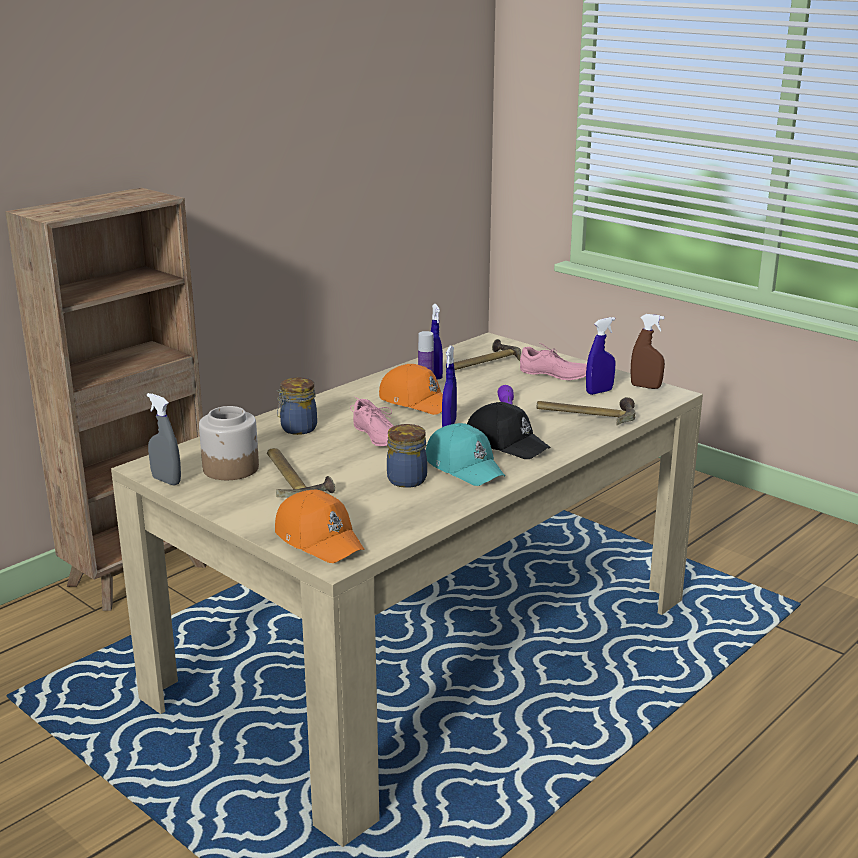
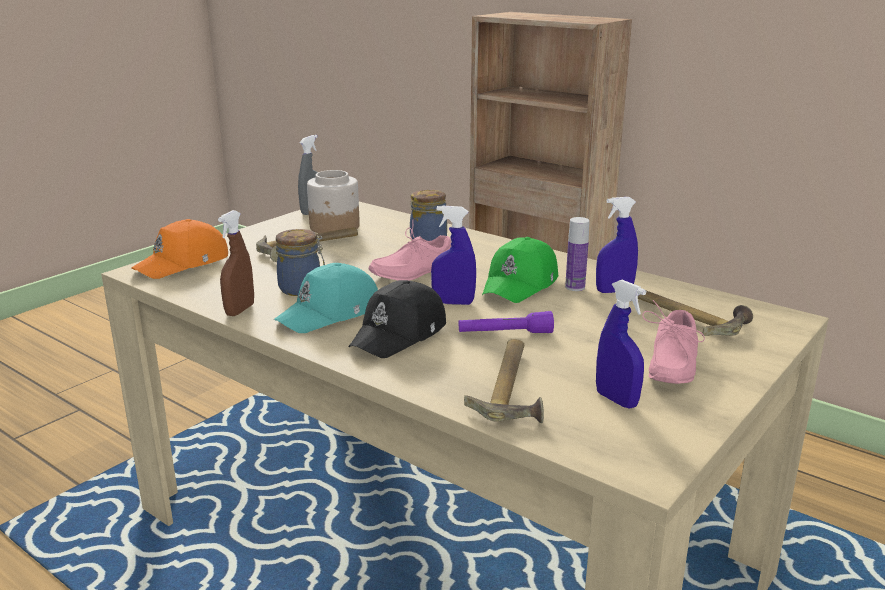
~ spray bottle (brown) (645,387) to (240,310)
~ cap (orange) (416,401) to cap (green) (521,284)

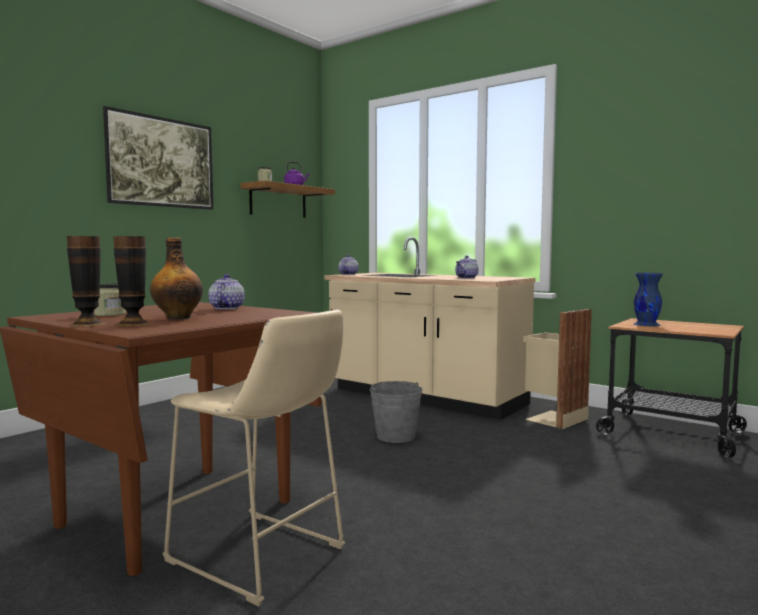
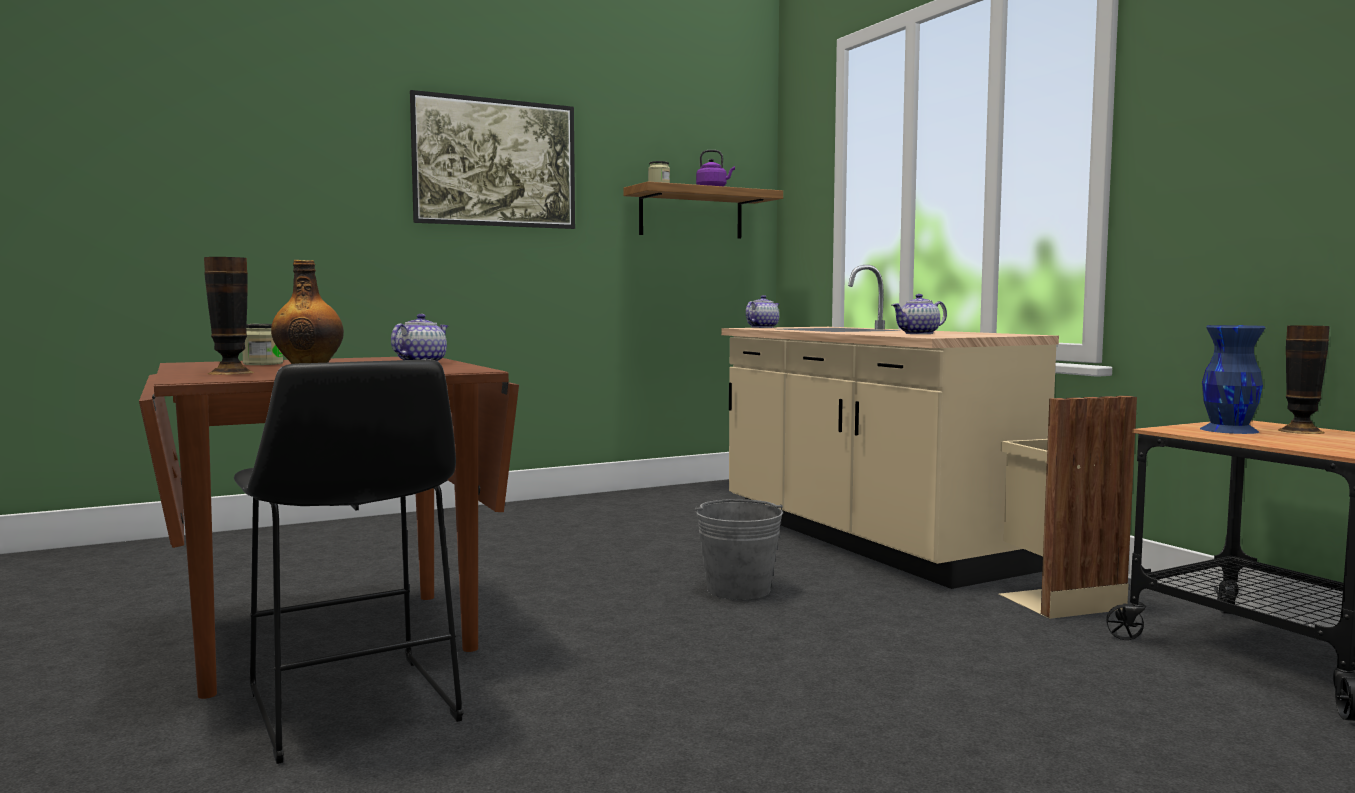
~ vase (87,324) to (1301,431)
~ stool (beige) (261,558) to stool (black) (353,710)

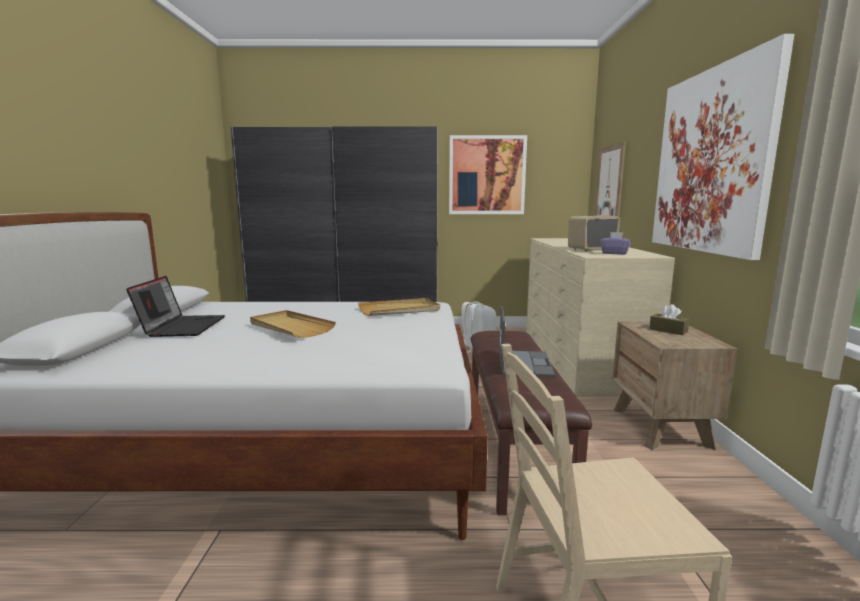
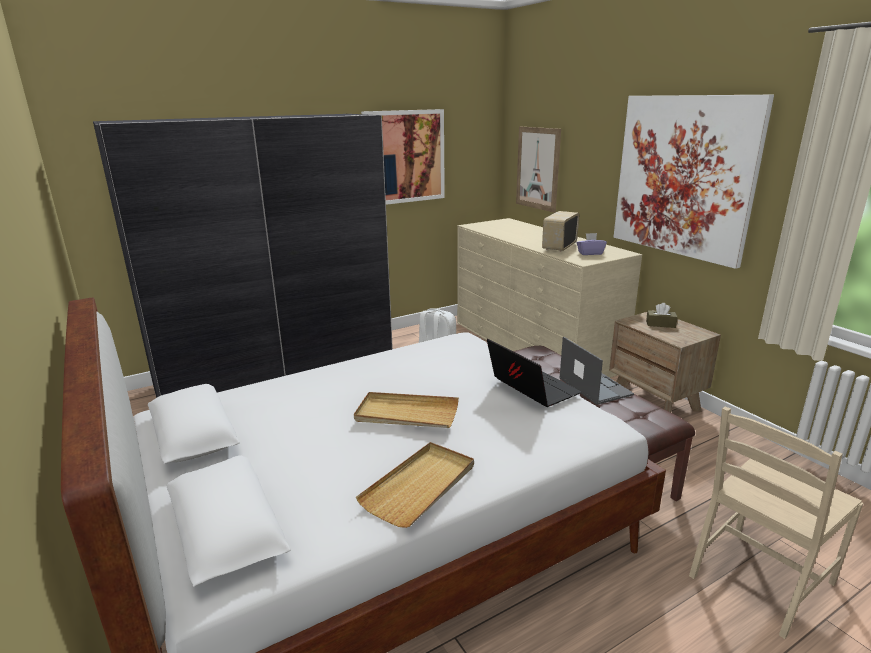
~ laptop (182,326) to (530,388)
~ tray (beige) (399,310) to (420,486)

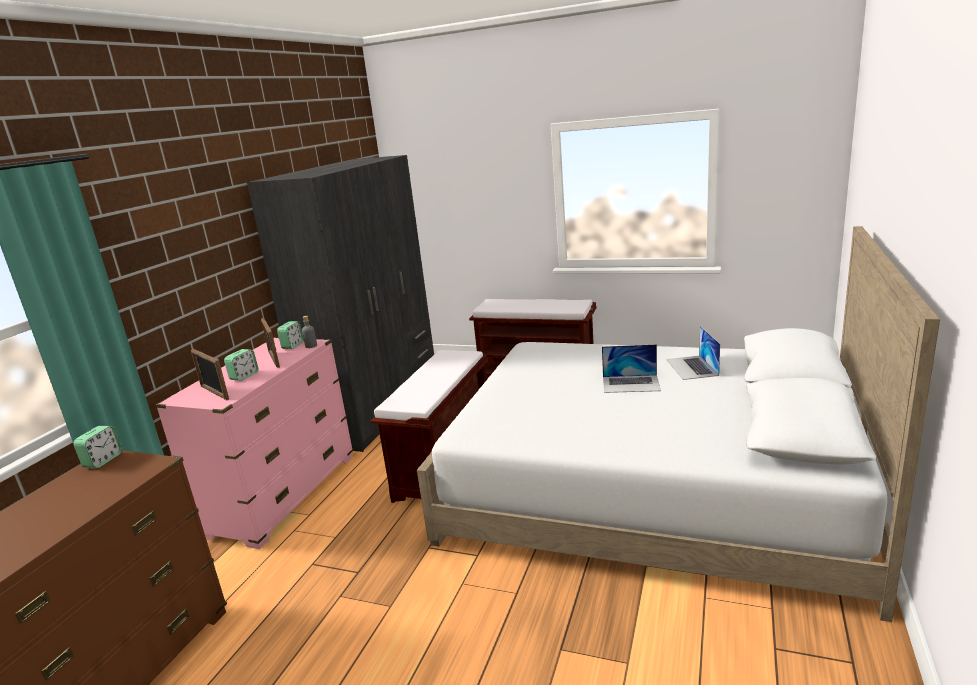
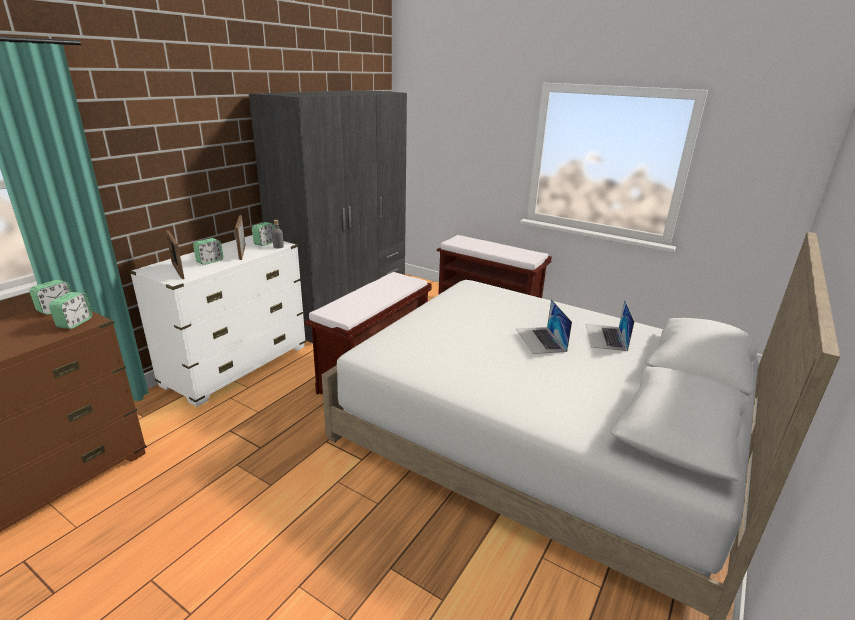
+ alarm clock (75,323)
~ dresser (pink) (283,495) to dresser (white) (237,365)
~ laptop (631,383) = (540,340) 60 degrees clockwise

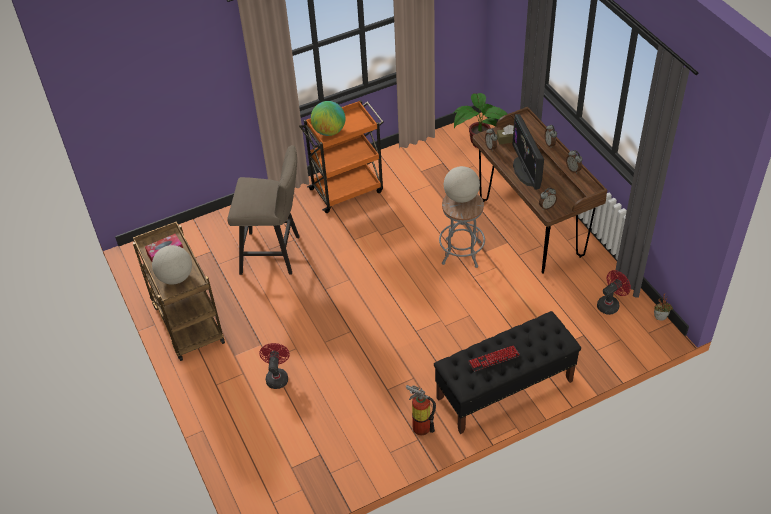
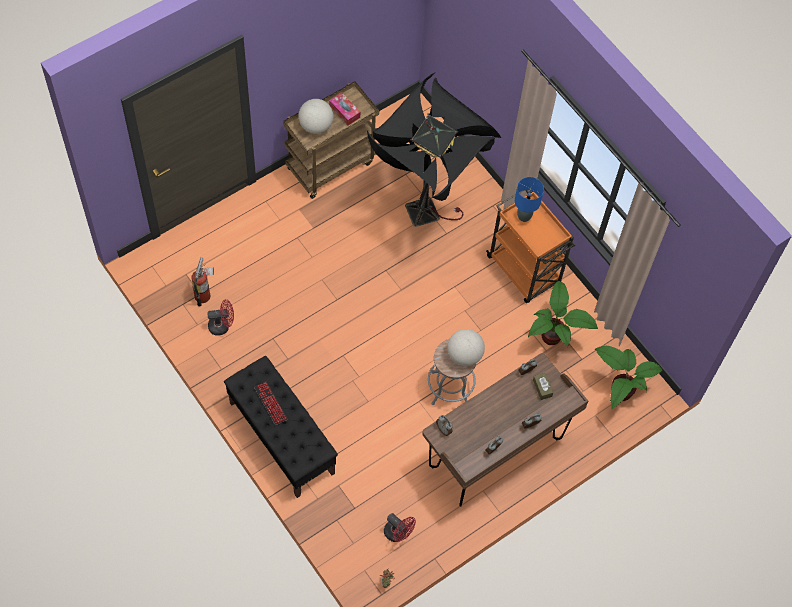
- monitor (526,171)
+ potted plant (554,338)
~ fan (red) (277,376) to (222,325)
~ fire extinguisher (420,425) to (204,294)
~ stool (beige) (275,254) to floor lamp (black) (424,220)
~ globe (329,131) to table lamp (blue) (524,216)

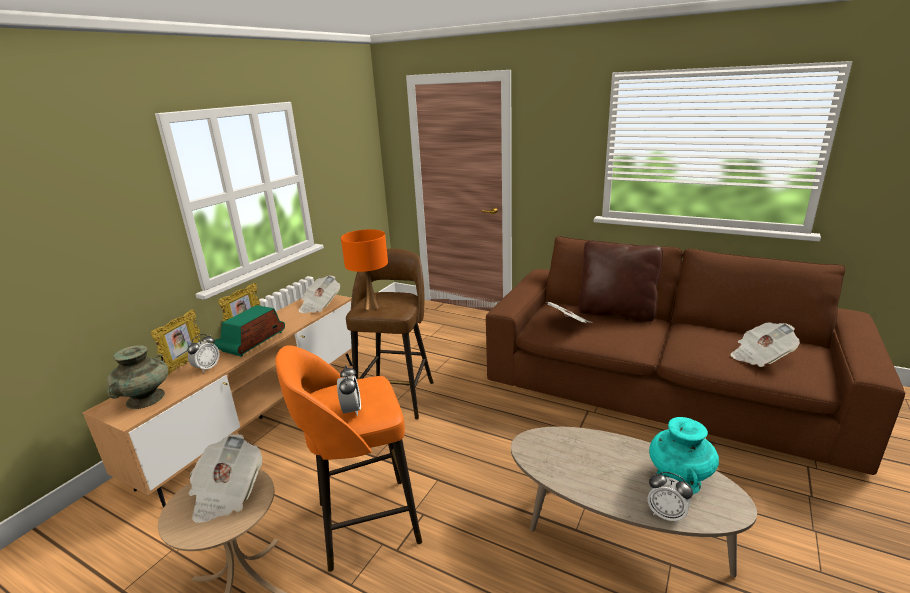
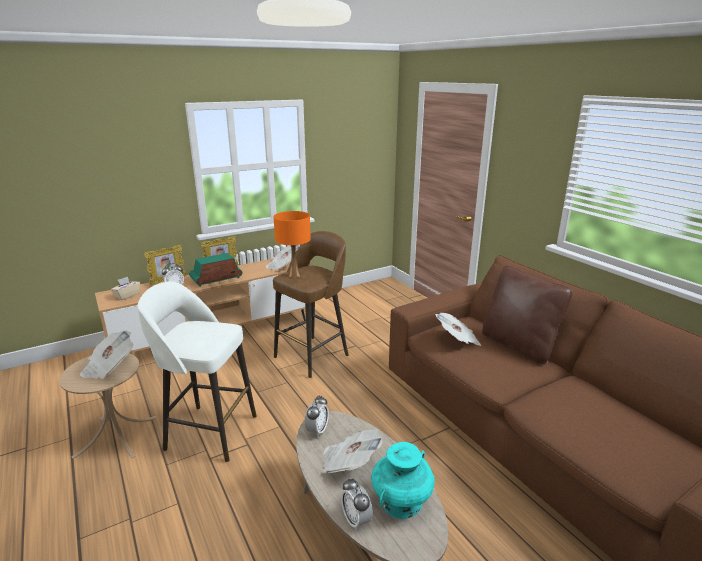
~ alarm clock (351,410) to (317,430)
~ newspaper (760,357) to (349,463)
~ vase (turquoise) (145,399) to tissue box (beige) (127,295)
~ stool (orange) (364,523) to stool (white) (208,431)

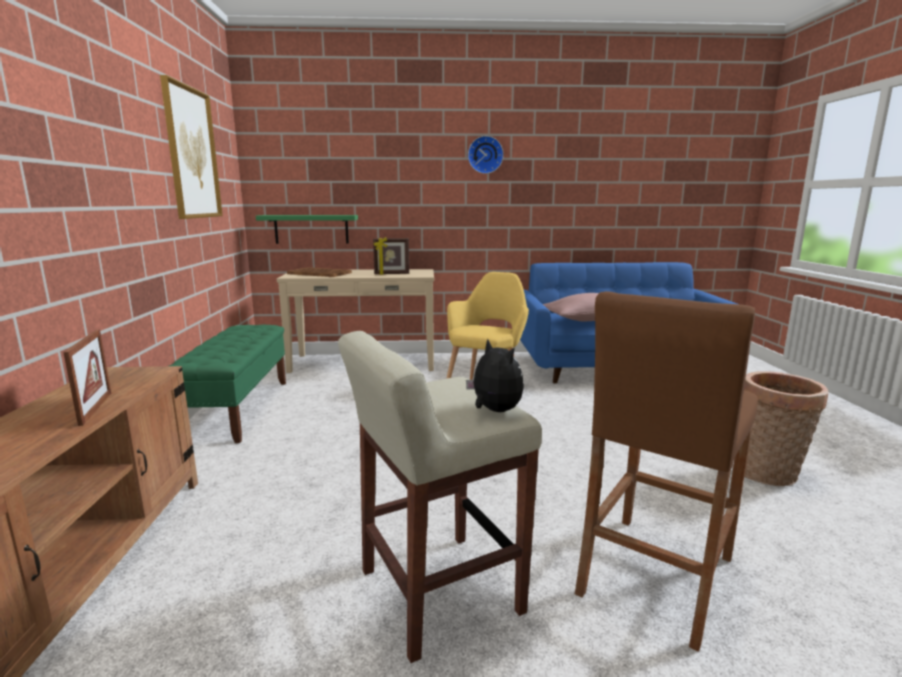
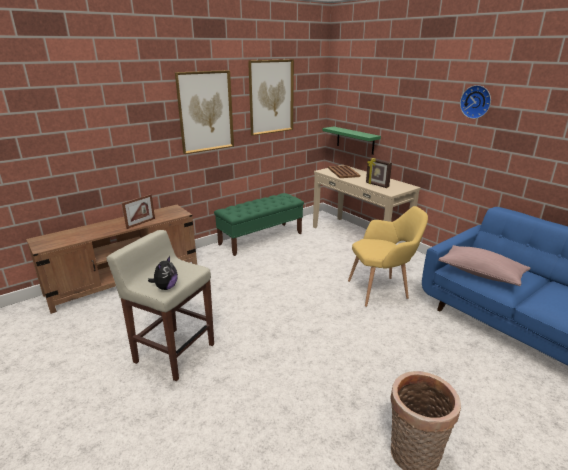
- stool (brown) (655,575)
+ picture (205,111)

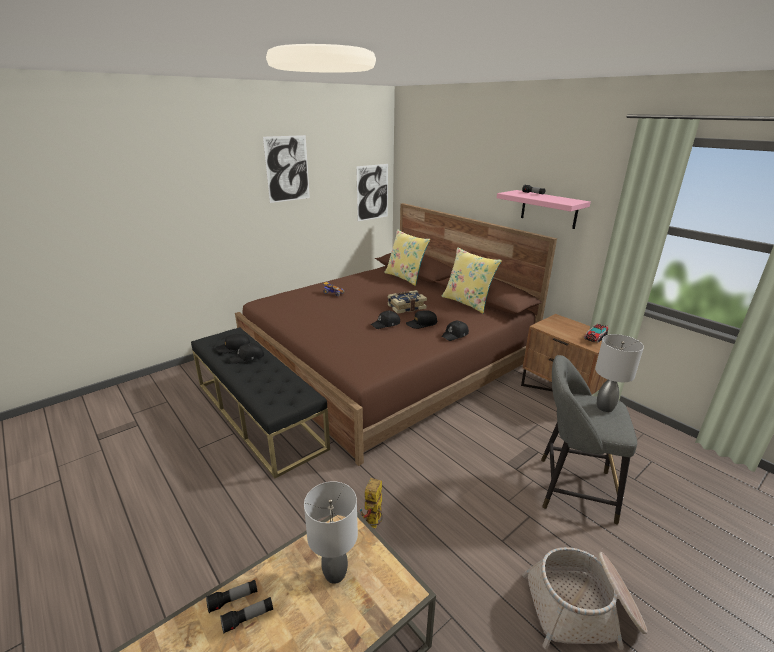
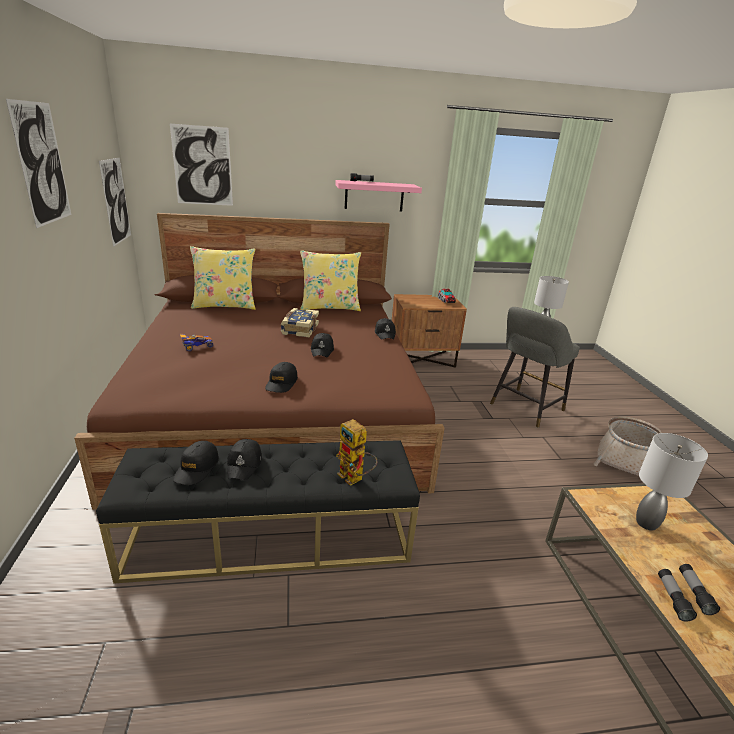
+ picture (202,166)
~ toy robot (373,524) to (355,478)
~ cap (black) (421,324) to (281,383)

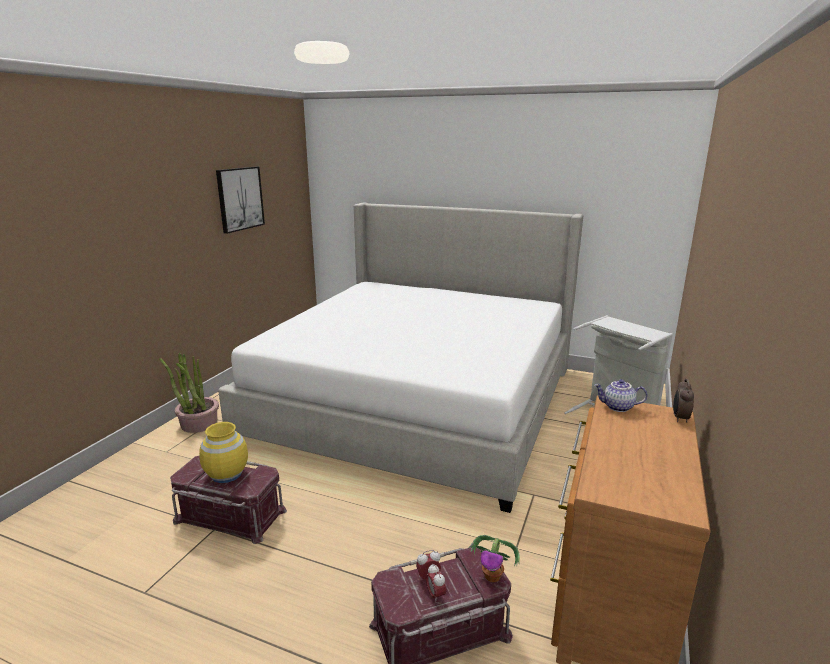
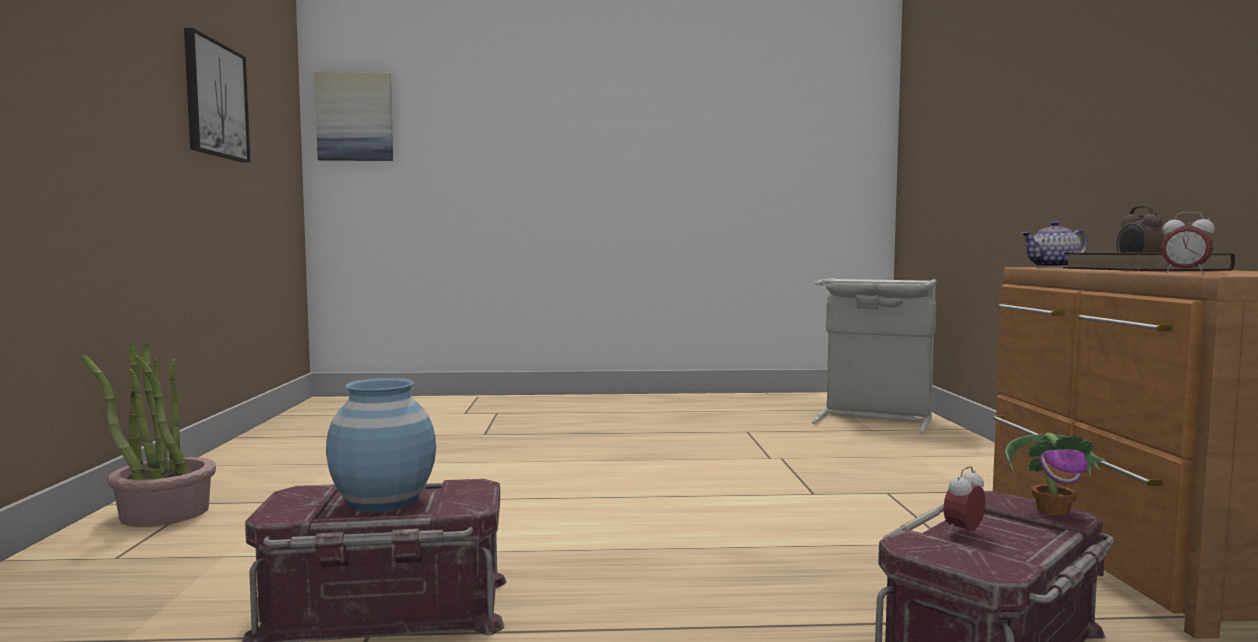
- bed (418,401)
+ picture (355,117)
+ book (1142,269)
~ alarm clock (435,595) to (1185,273)
~ vase (yellow) (226,474) to vase (blue) (383,501)

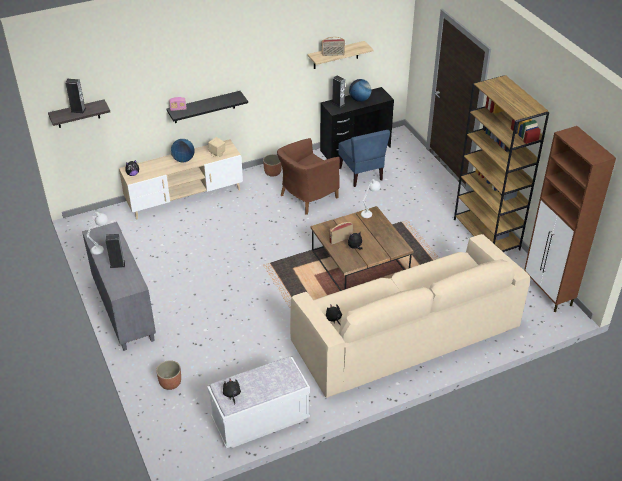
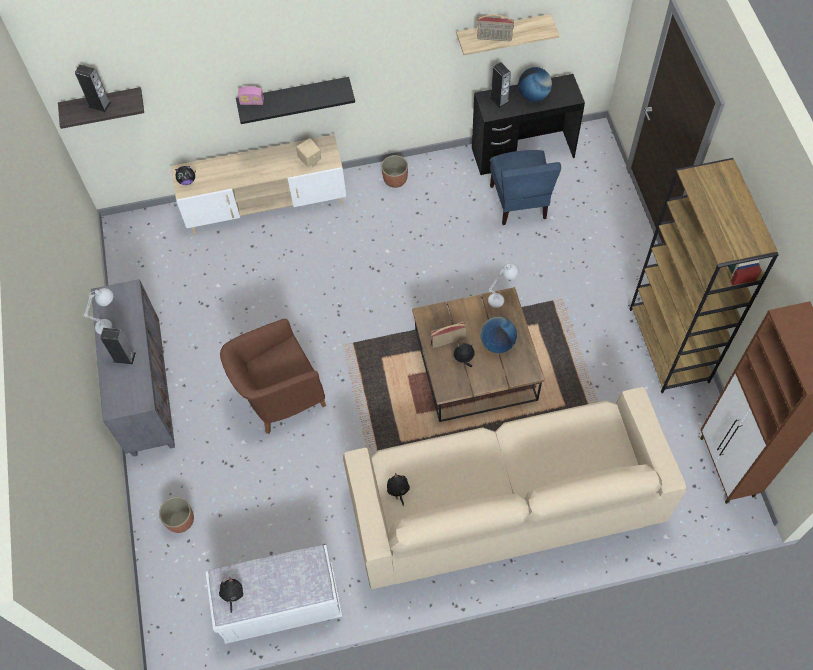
~ globe (183,160) to (497,343)
~ armchair (brown) (307,197) to (279,396)

